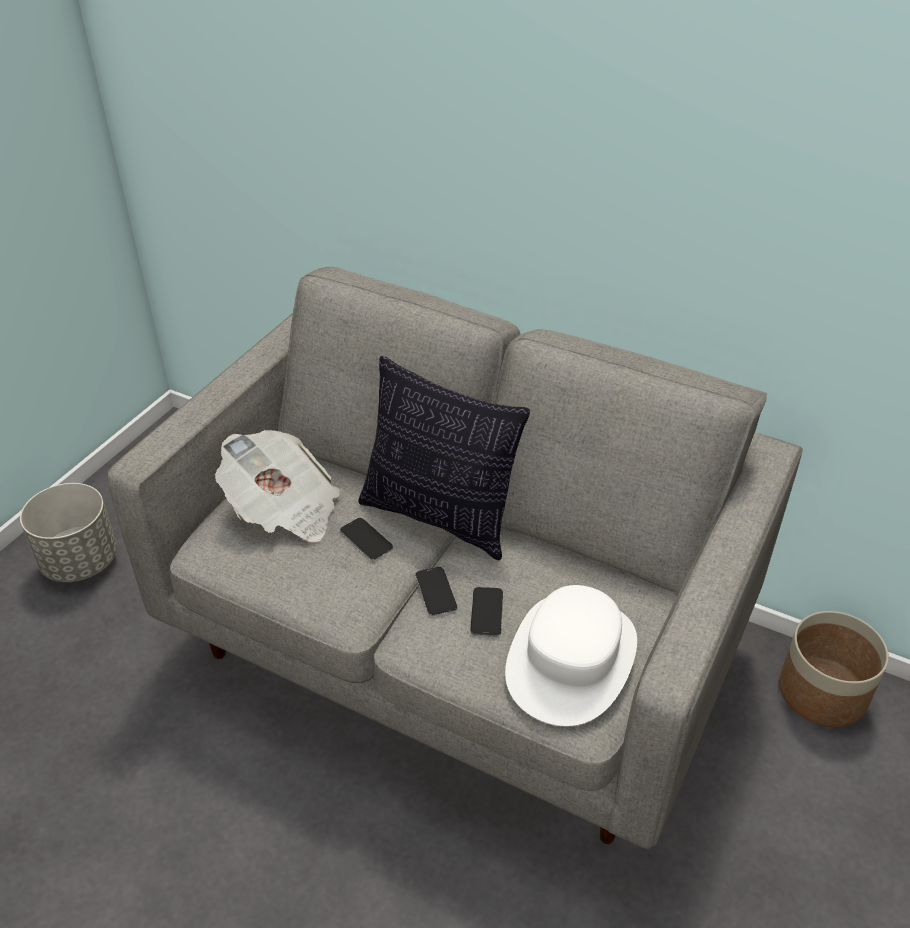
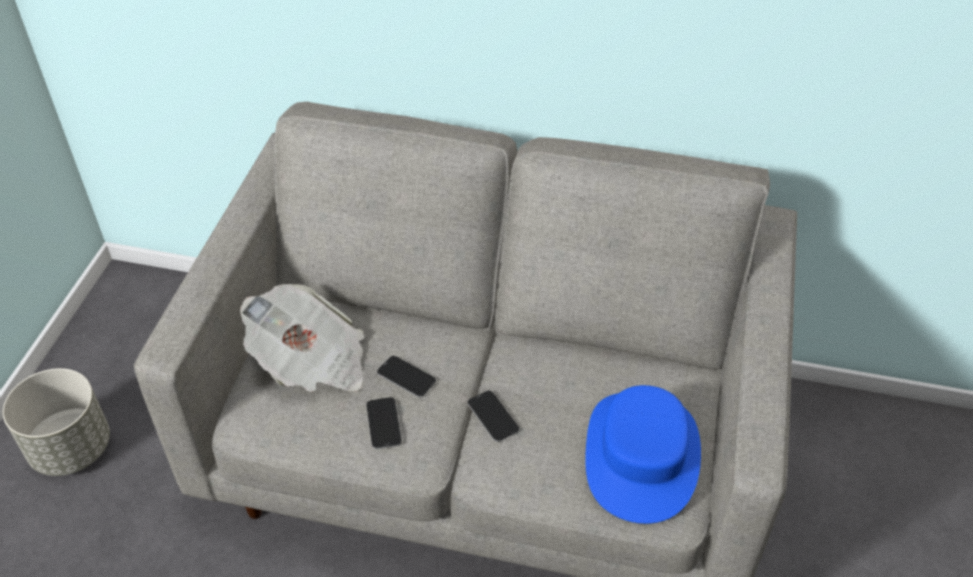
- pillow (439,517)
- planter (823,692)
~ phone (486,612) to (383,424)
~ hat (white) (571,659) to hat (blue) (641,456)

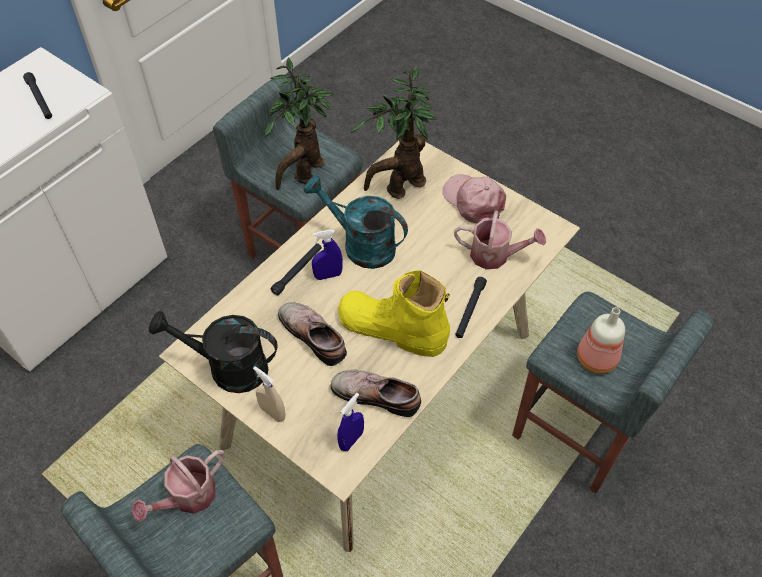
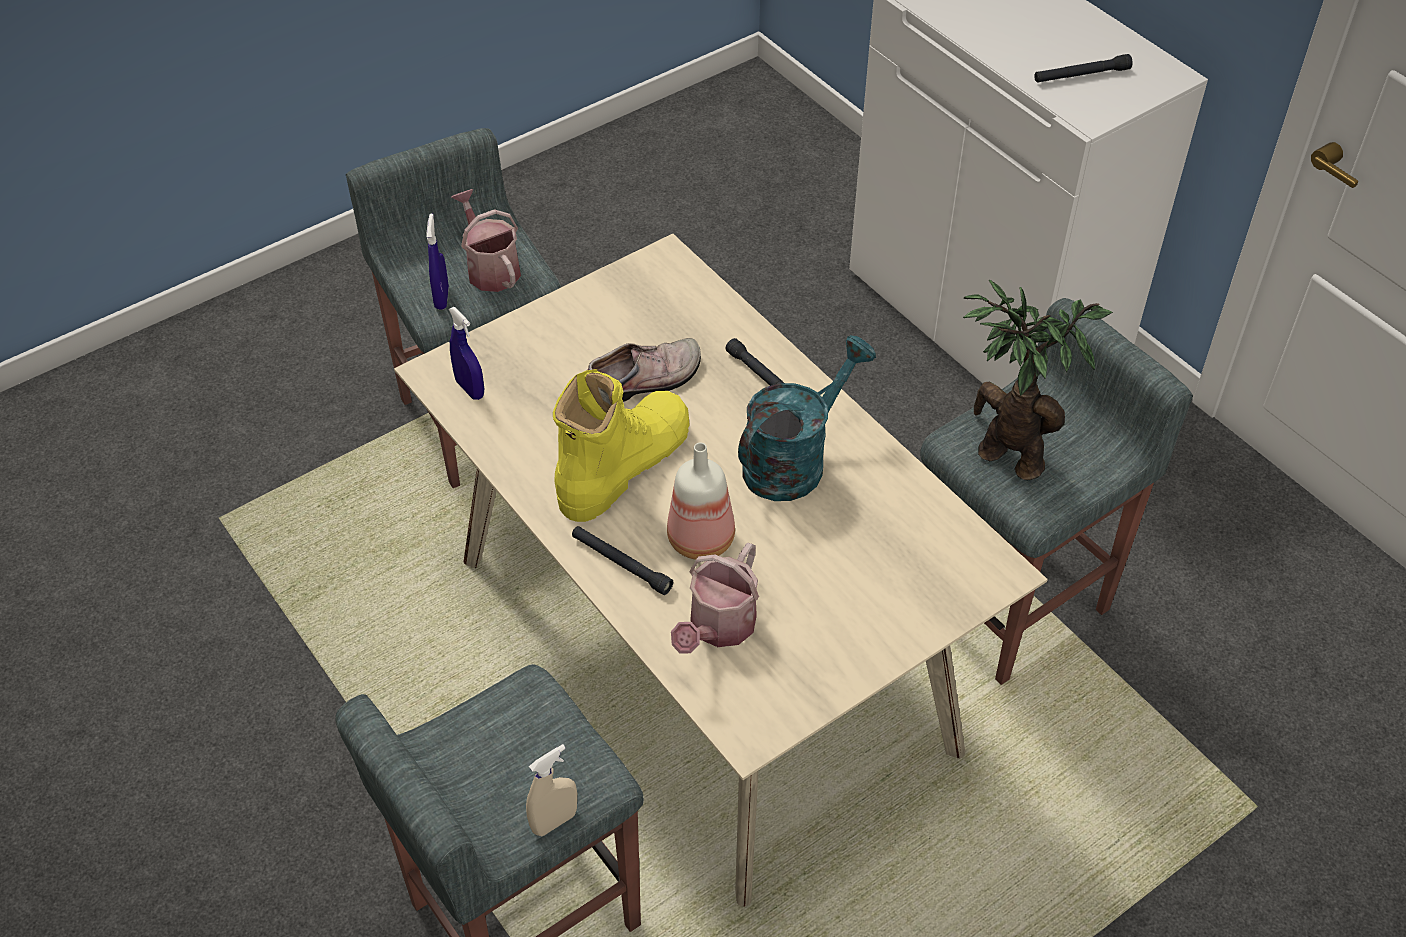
- watering can (black) (228,368)
- shoe (377,393)
- potted plant (399,187)
- cap (pink) (473,201)
~ spray bottle (beige) (272,412) to (554,821)
~ spray bottle (blue) (328,275) to (441,298)
~ bottle (595,357) to (703,539)

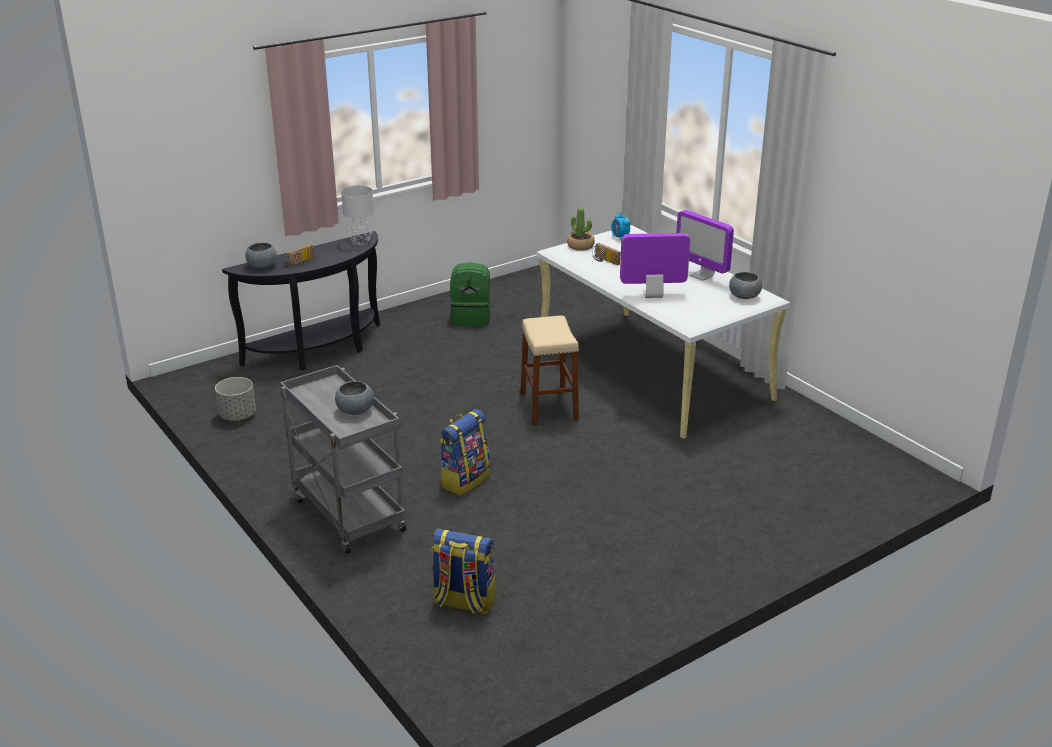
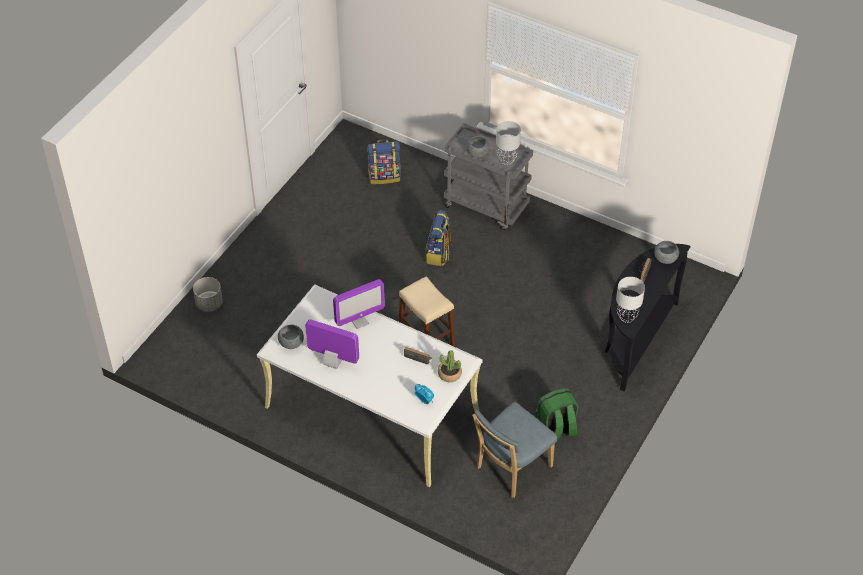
+ chair (blue) (511,468)
+ table lamp (grey) (506,160)
~ planter (grey) (237,416) to (209,303)

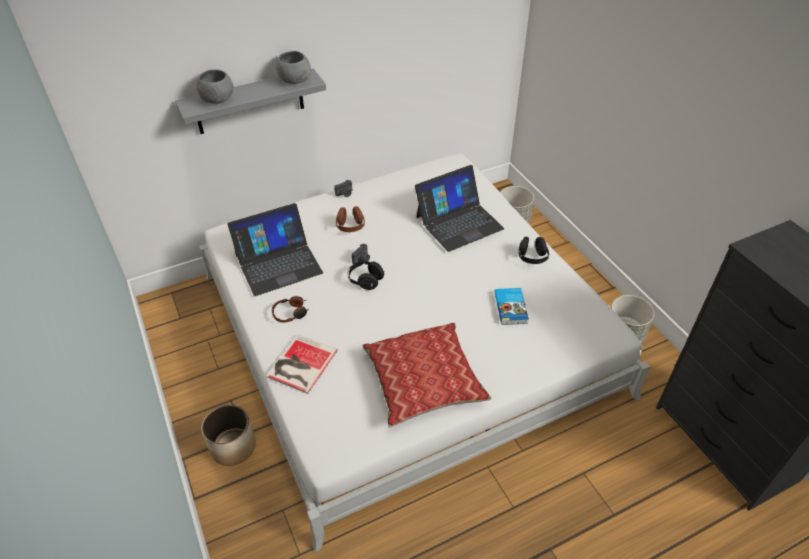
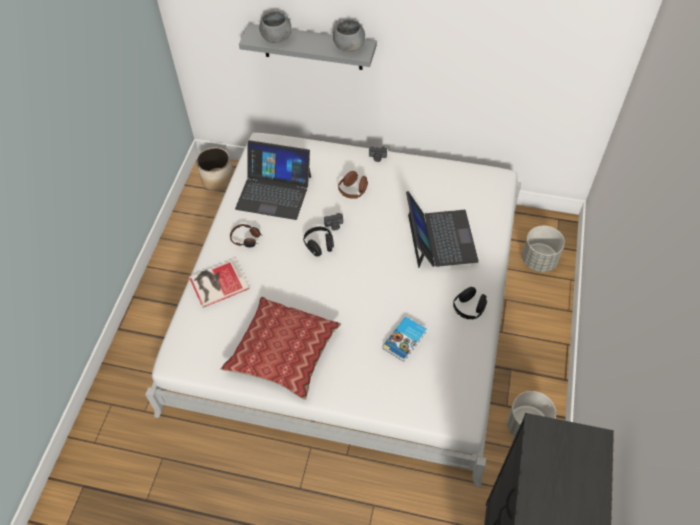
~ planter (233,446) to (218,179)
~ laptop (459,222) = (440,238) 105 degrees counterclockwise

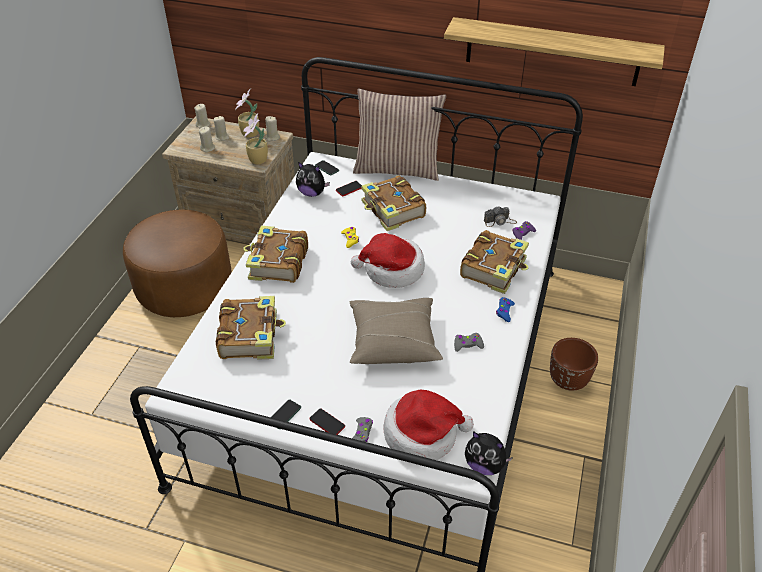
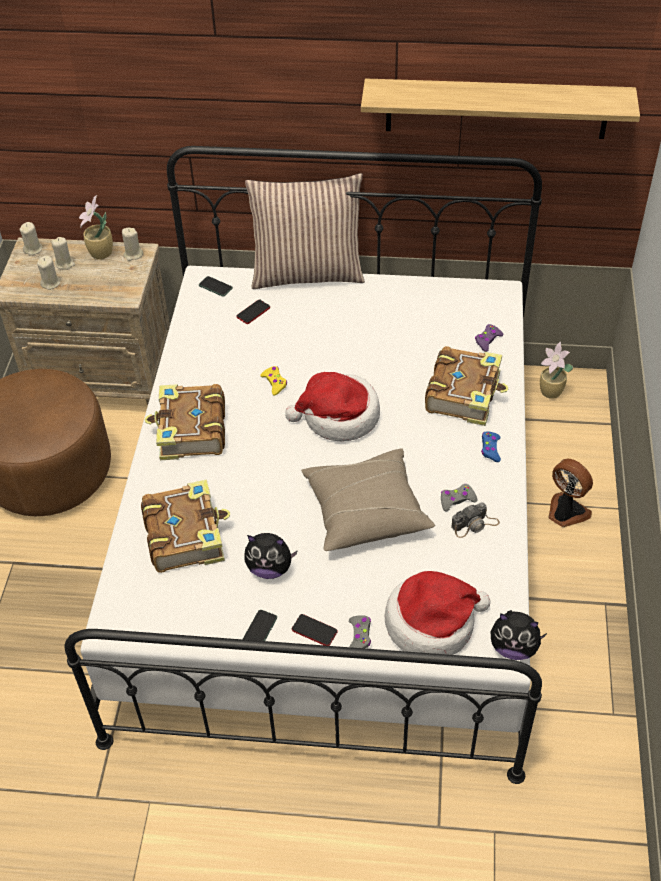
- book (392,211)
~ potted plant (258,160) to (551,393)
~ plush toy (312,193) to (270,568)
~ photo camera (500,221) to (475,524)
~ planter (brown) (567,381) to fan (565,512)

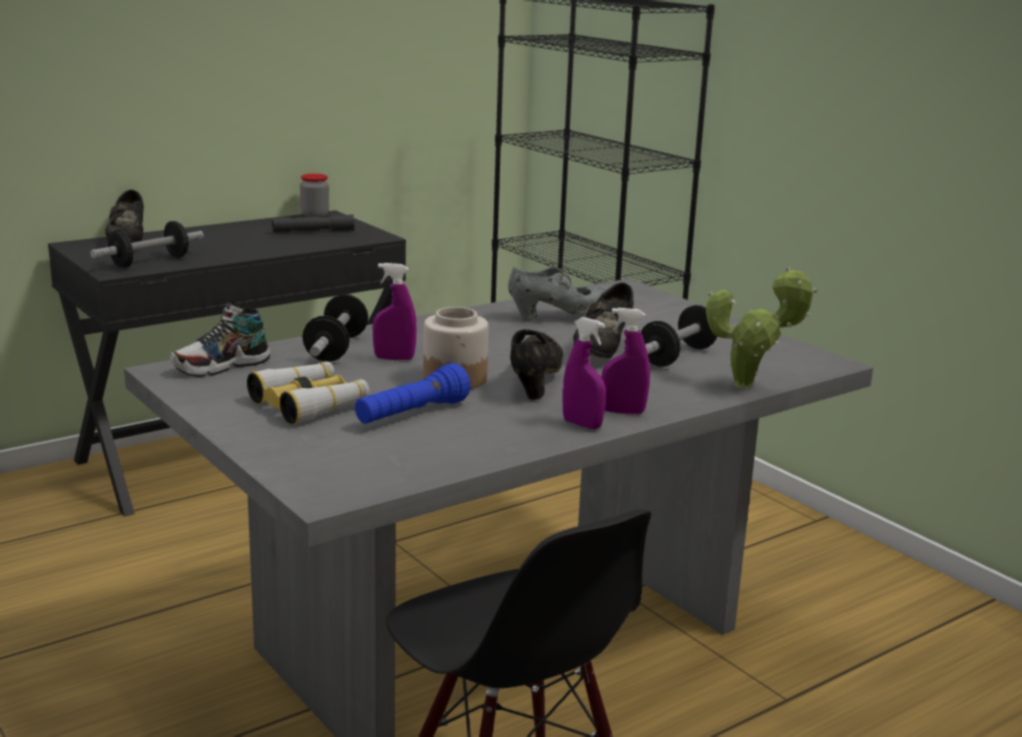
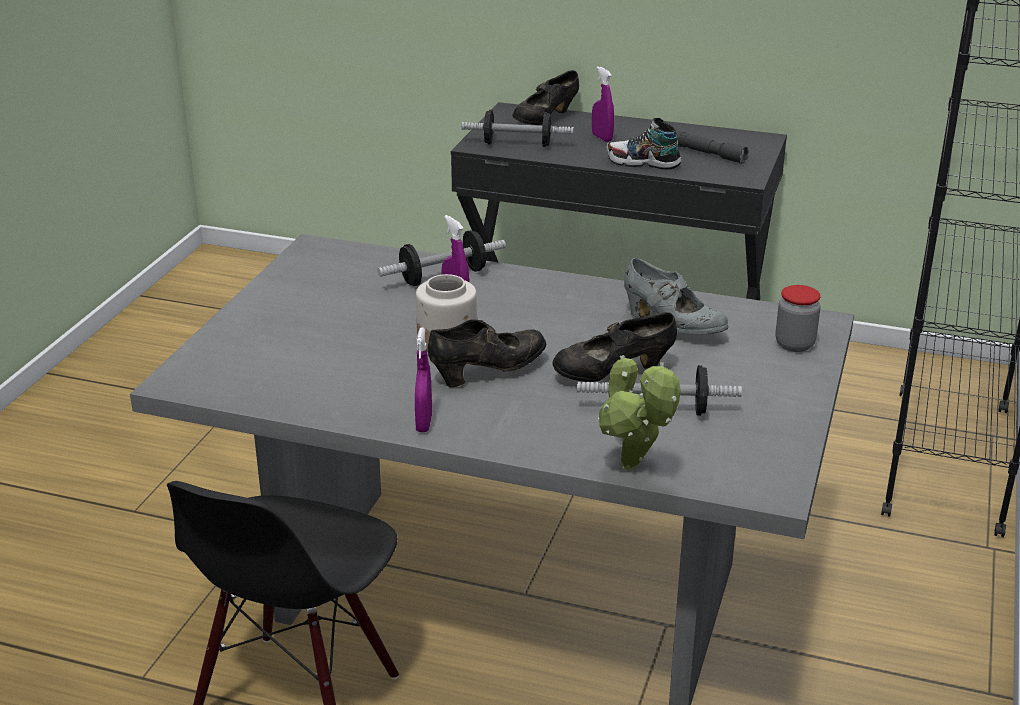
- binoculars (309,404)
- flashlight (blue) (411,414)
~ shoe (222,366) to (643,163)
~ jar (315,216) to (794,344)
~ spray bottle (purple) (623,412) to (602,138)

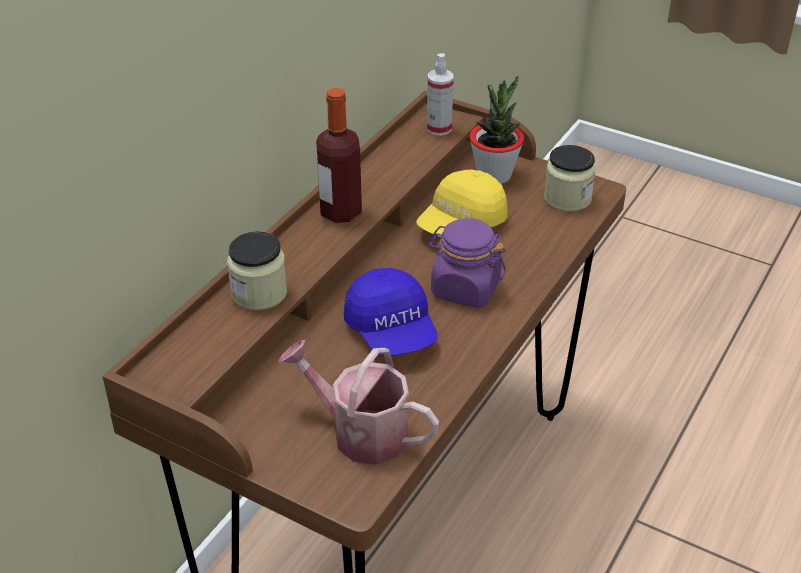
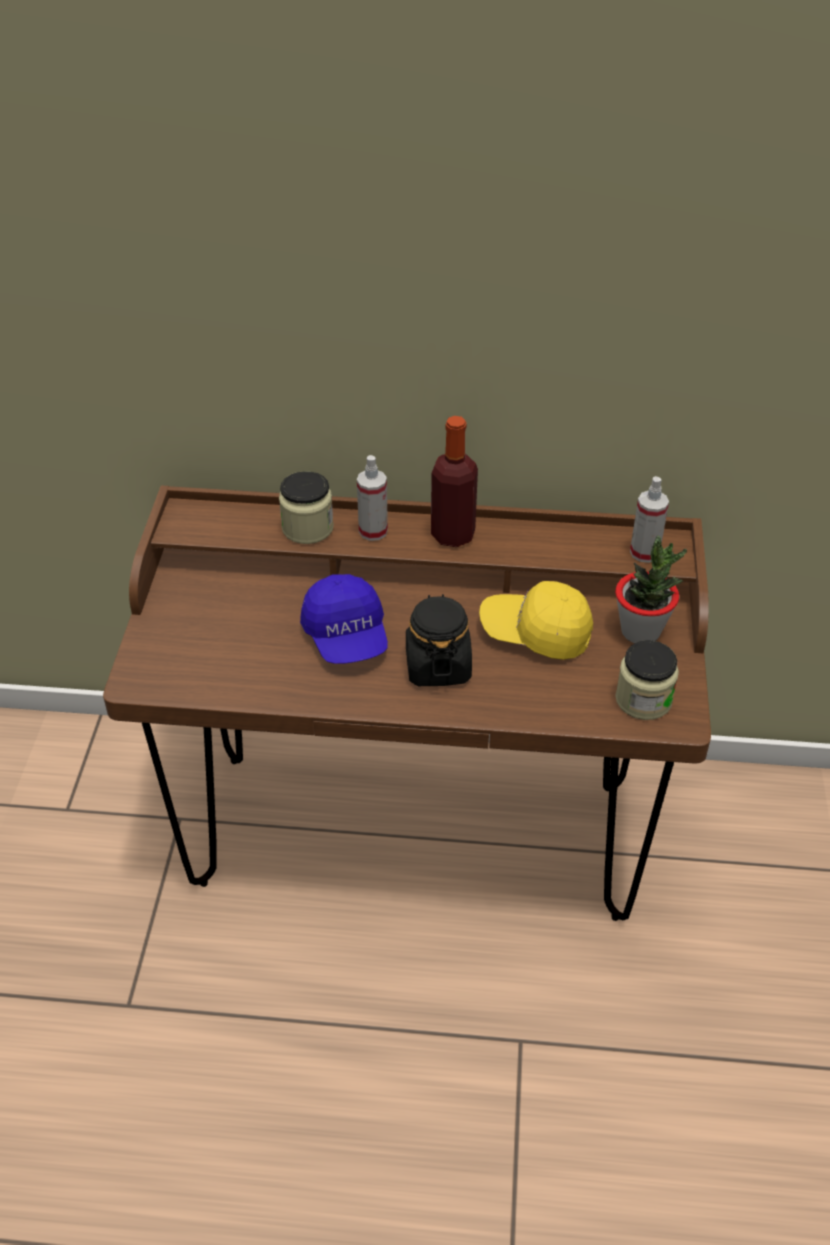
- watering can (360,432)
+ spray bottle (373,531)
~ jar (purple) (465,288) to jar (black) (437,666)
~ cap (blue) (392,331) = (346,637) 60 degrees counterclockwise

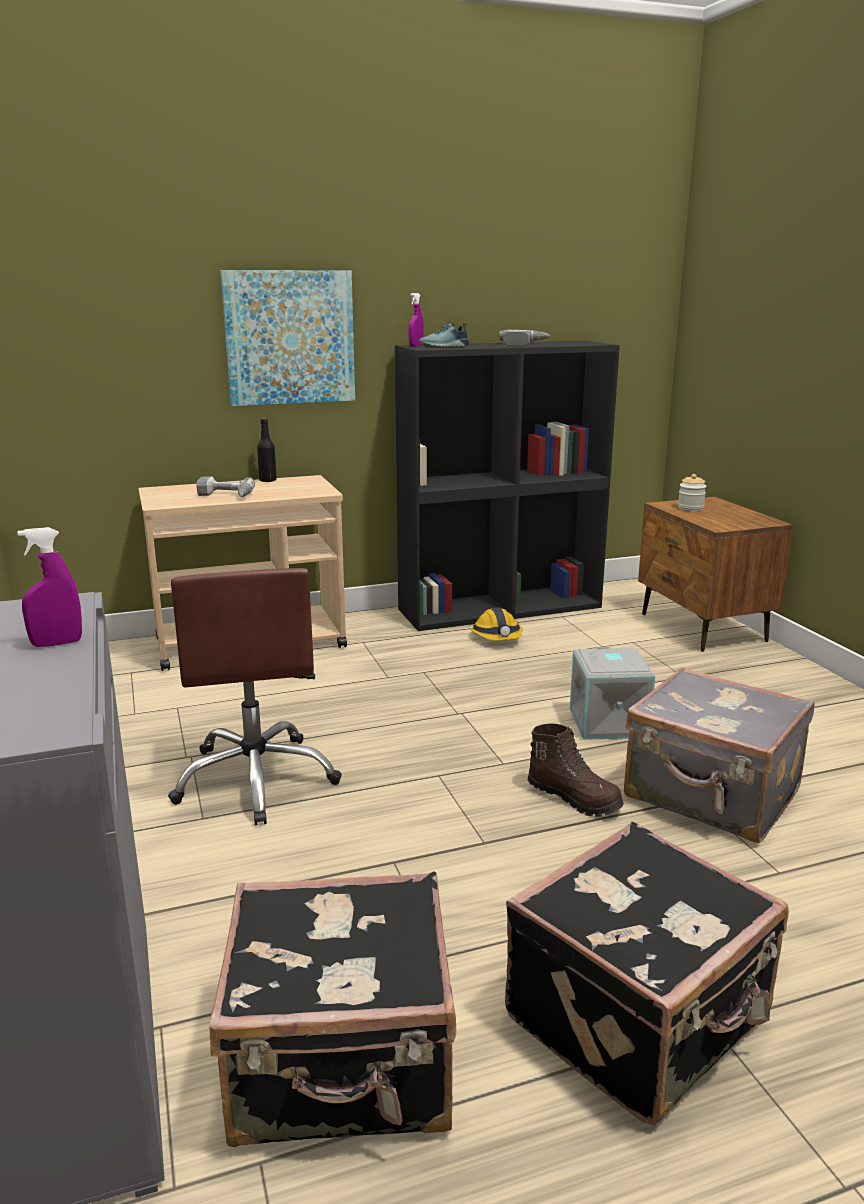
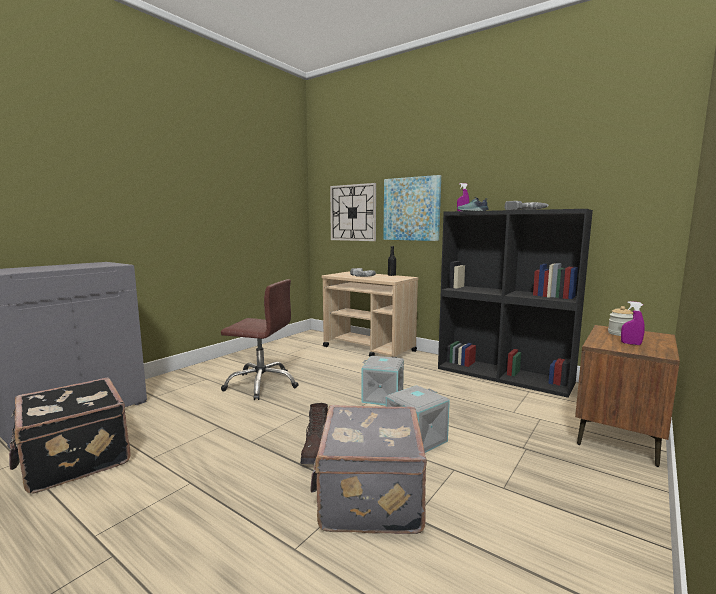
- hard hat (497,637)
- suitcase (black) (641,1020)
+ wall clock (353,212)
+ storage box (grey) (383,397)
~ spray bottle (purple) (57,643) to (631,344)
~ office chair (brown) (256,779) = (261,384) 120 degrees counterclockwise

